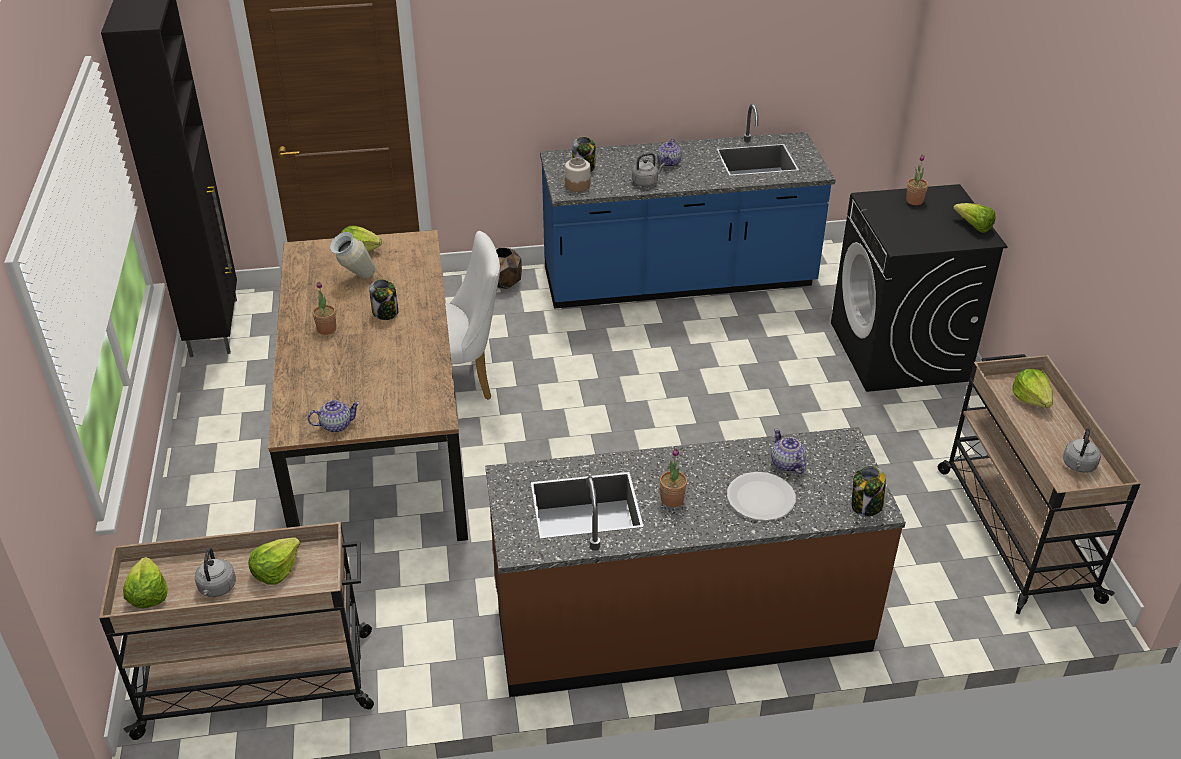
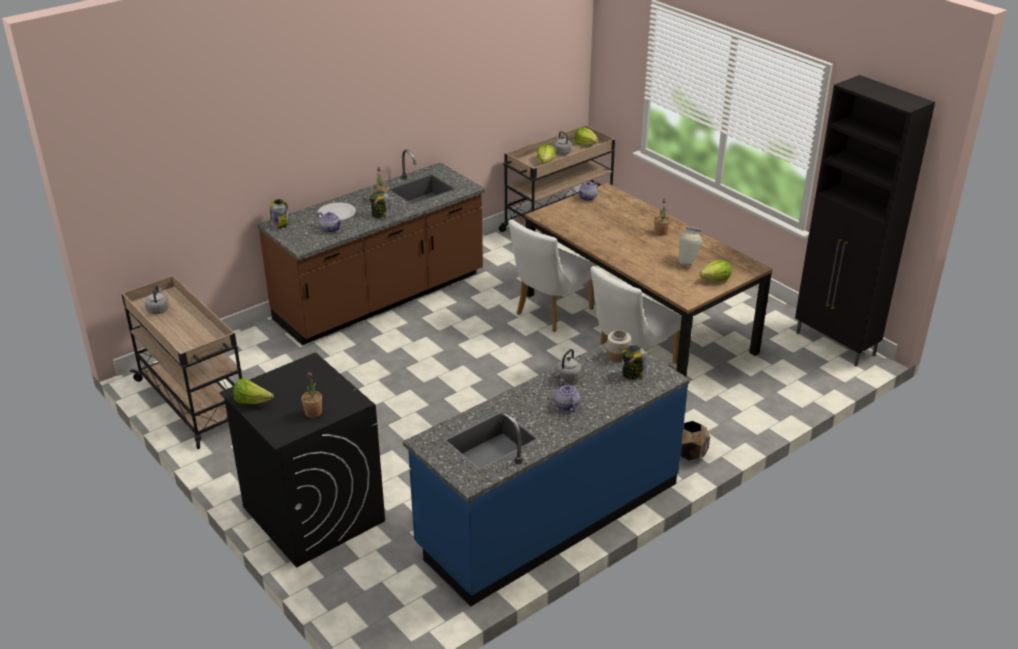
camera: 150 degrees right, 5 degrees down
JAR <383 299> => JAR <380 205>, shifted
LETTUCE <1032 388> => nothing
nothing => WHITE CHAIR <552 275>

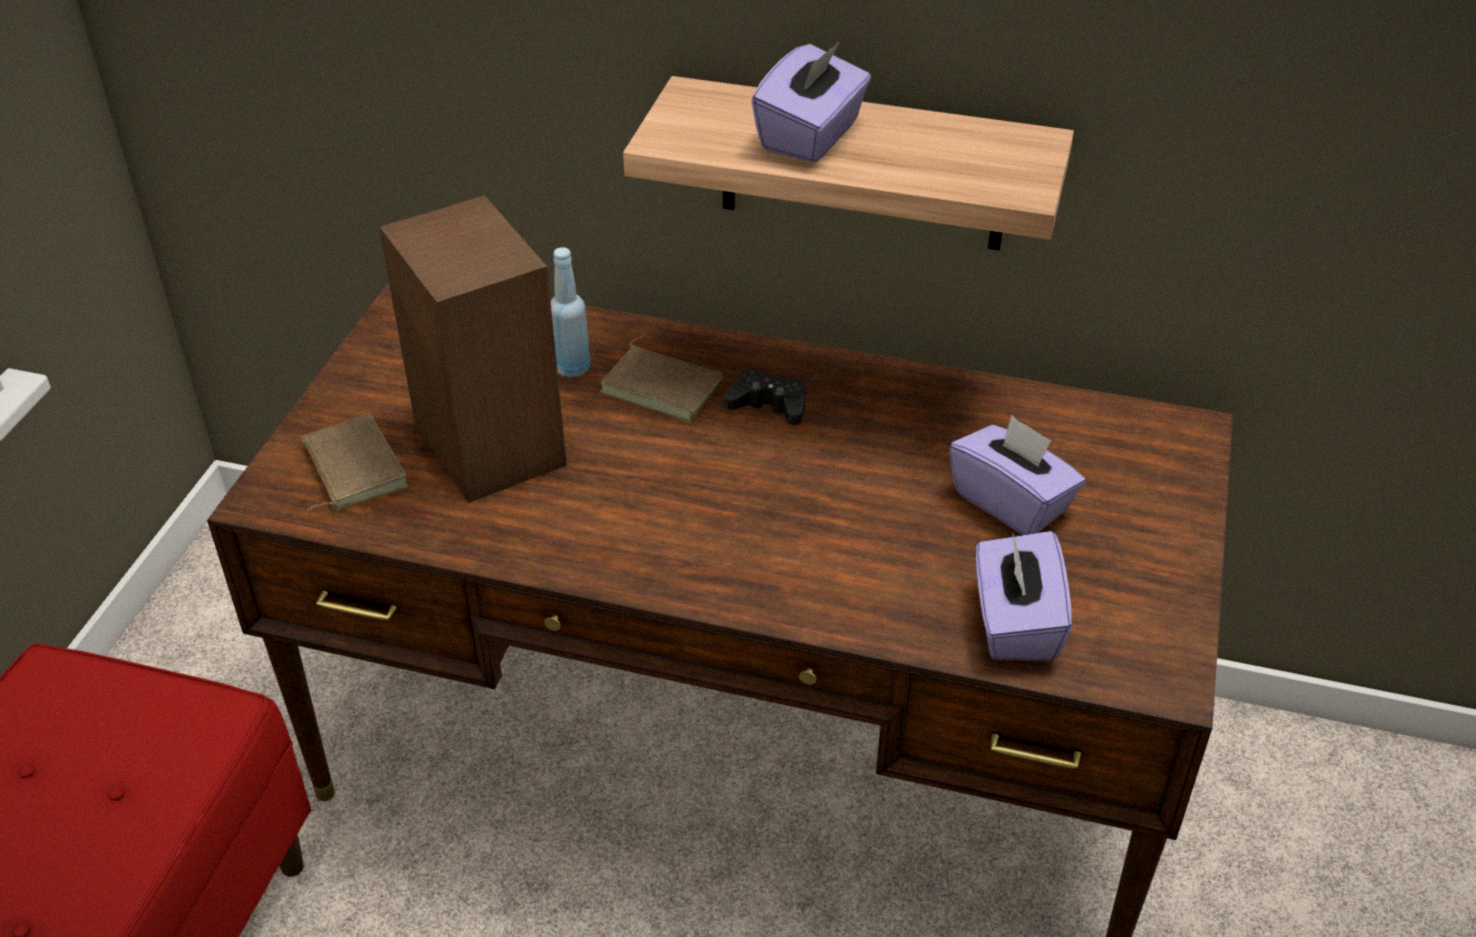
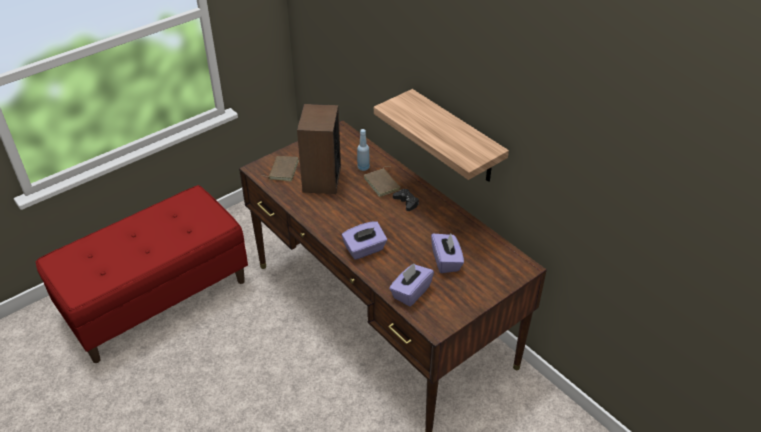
camera: 35 degrees right, 0 degrees up
PURPLE TISSUE BOX <811 102> => PURPLE TISSUE BOX <364 240>, shifted

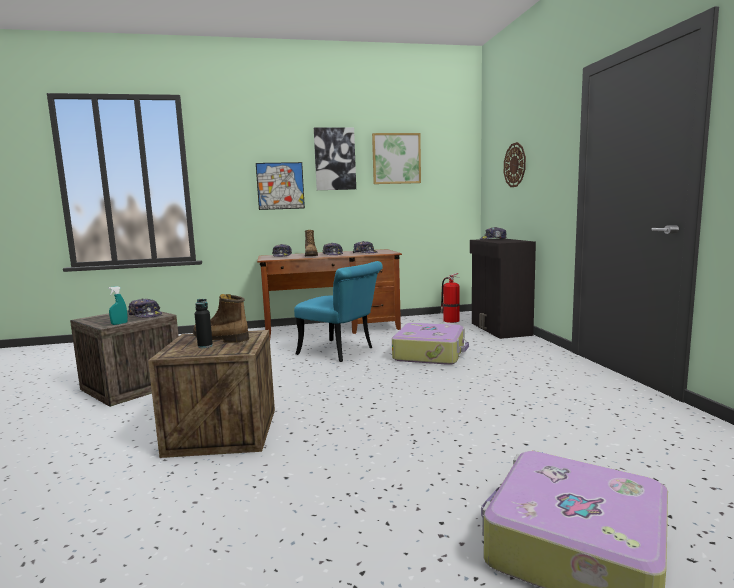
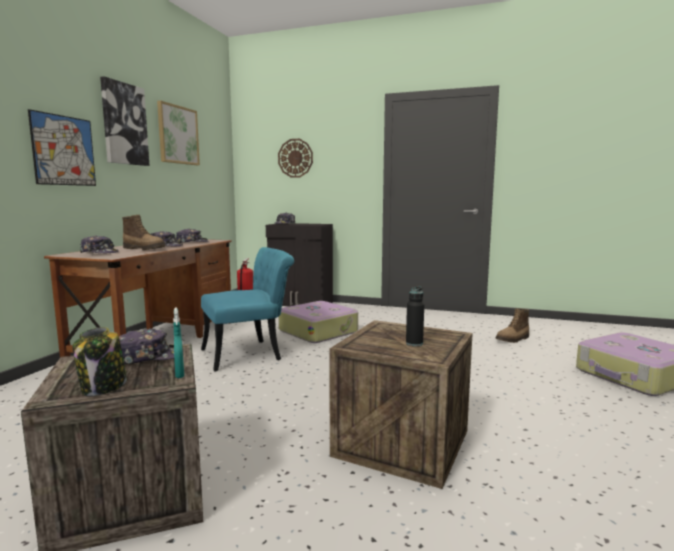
camera: 60 degrees left, 0 degrees up
BOOT <221 318> => BOOT <512 325>, shifted
nothing => JAR <99 361>

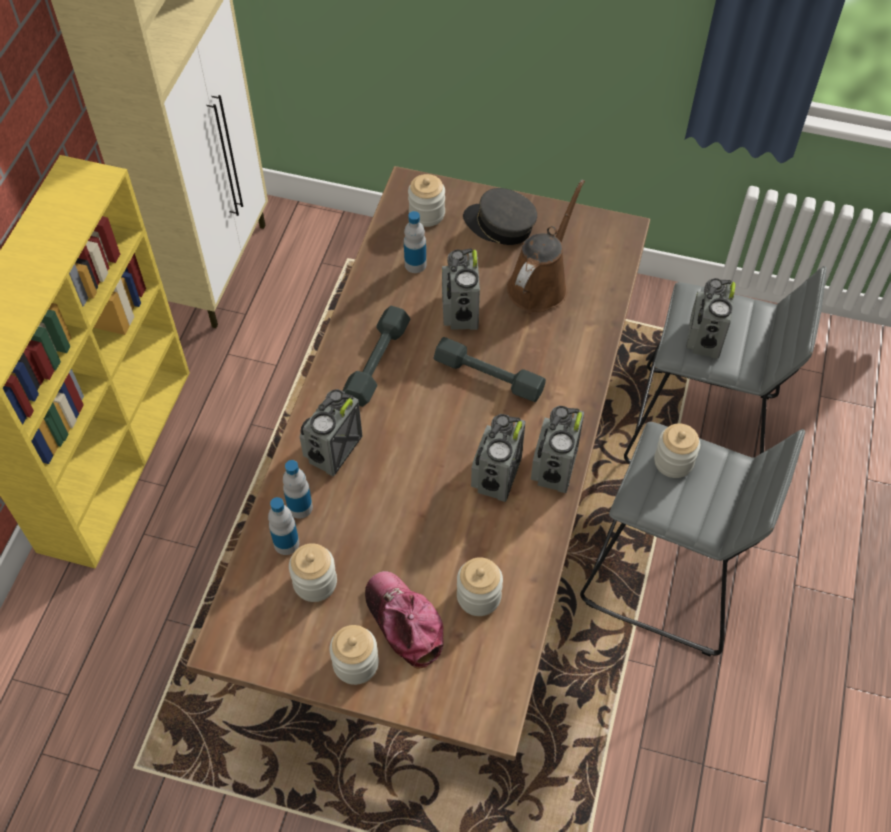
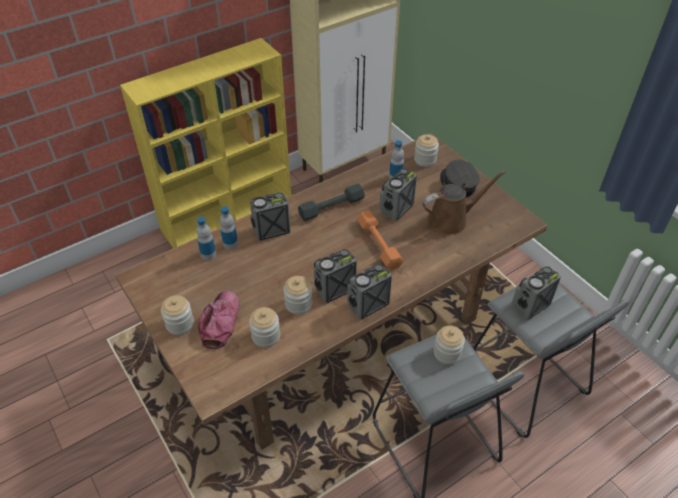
camera: 40 degrees right, 10 degrees down
JAR <313 572> => JAR <297 295>, shifted
GREY DUMBBELL <489 369> => ORANGE DUMBBELL <380 240>

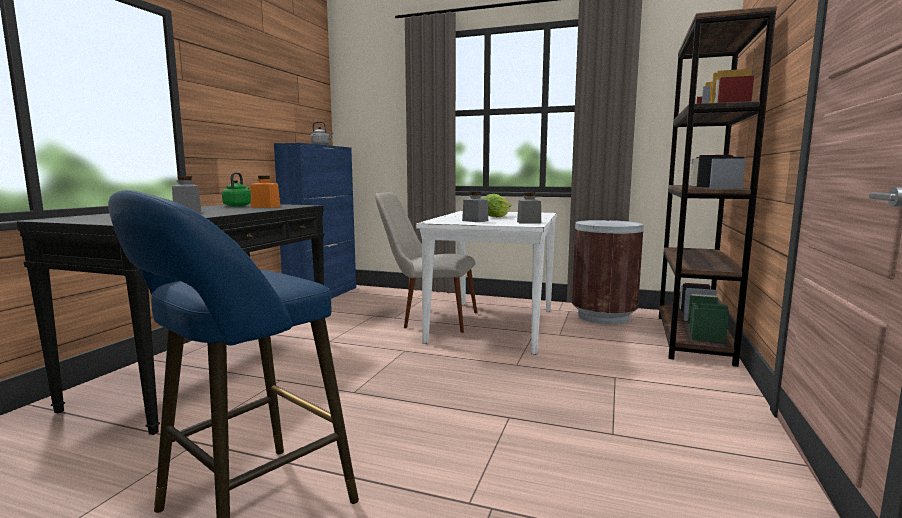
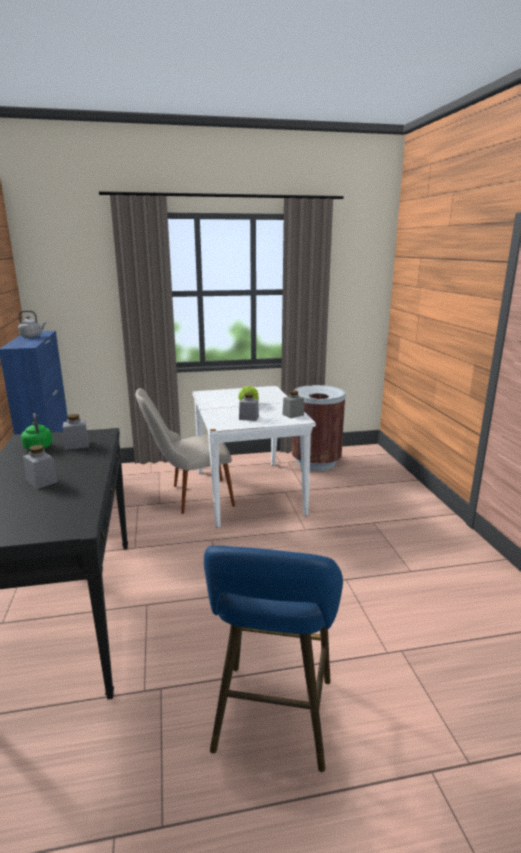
camera: 30 degrees left, 10 degrees up
ORANGE JAR <265 192> => GREY JAR <76 432>
BROWN BOOKCASE <718 186> => nothing

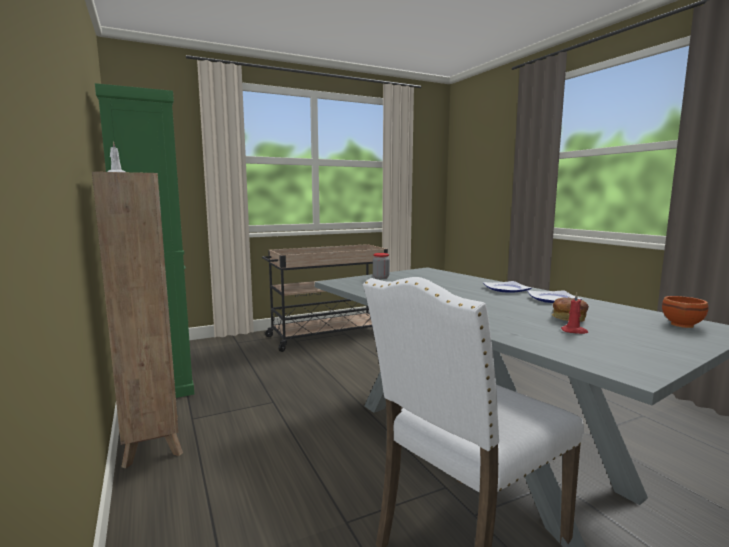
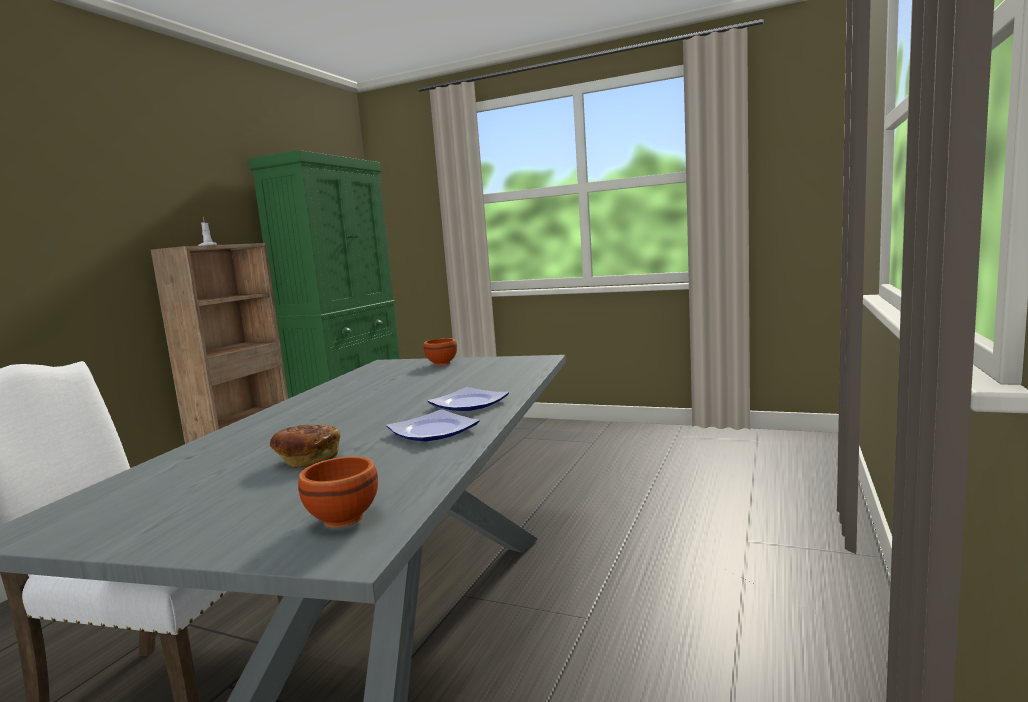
camera: 50 degrees right, 0 degrees up
BEIGE CART <325 298> => nothing
JAR <381 266> => BROWN BOWL <440 352>
RED CANDLE <574 313> => nothing

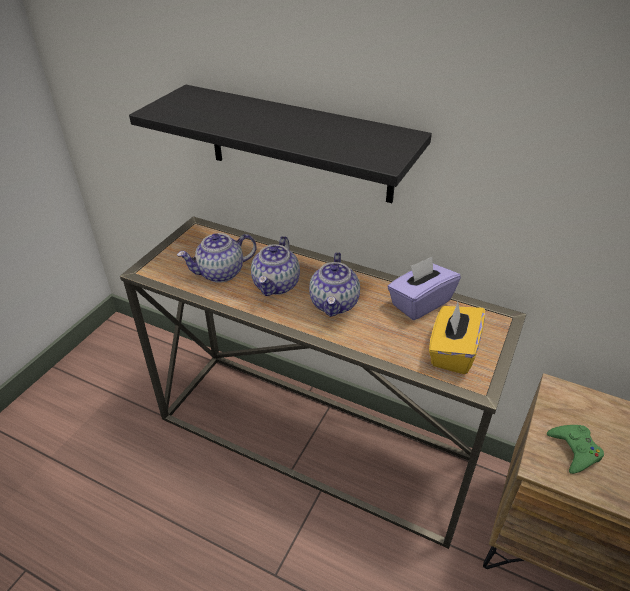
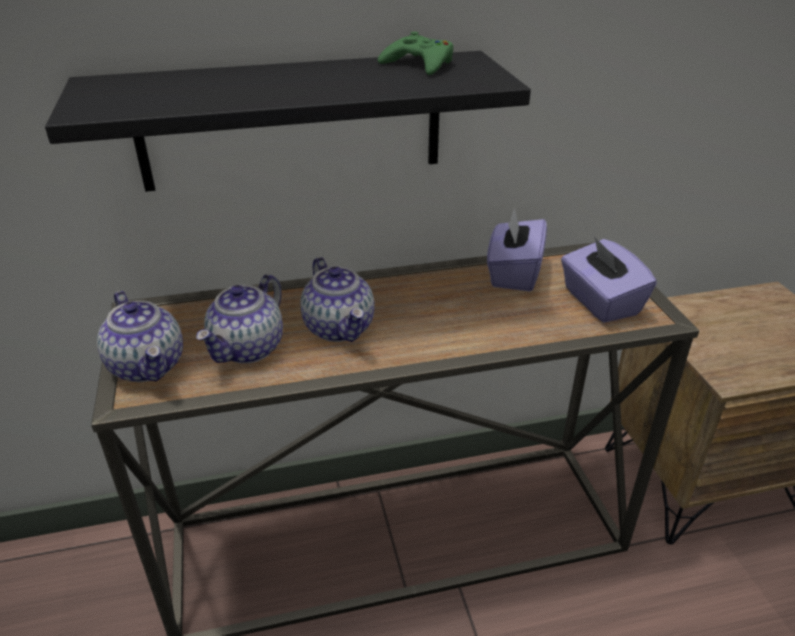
camera: 40 degrees left, 5 degrees down
TEAPOT <334 284> => TEAPOT <140 336>, shifted
YELLOW TISSUE BOX <457 338> => PURPLE TISSUE BOX <609 279>
GREEN GAME CONTROLLER <575 449> => GREEN GAME CONTROLLER <415 53>, shifted

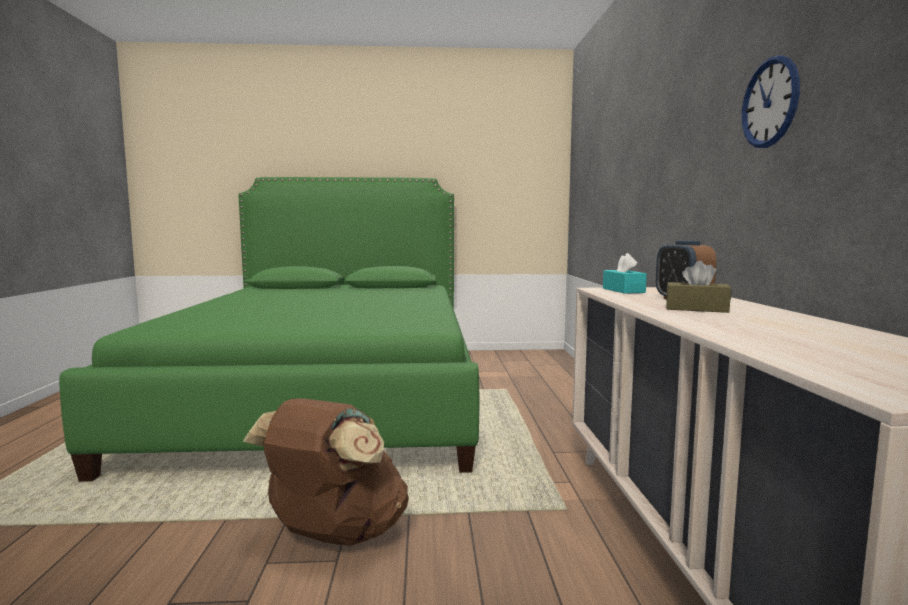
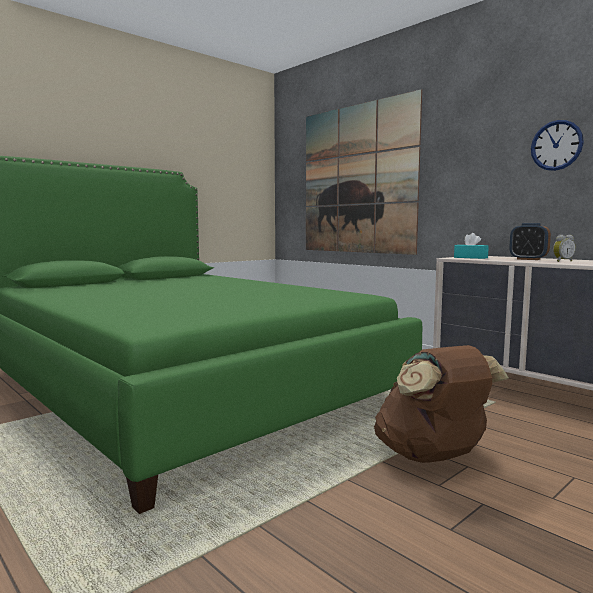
camera: 40 degrees left, 0 degrees up
BROWN TISSUE BOX <698 287> => ALARM CLOCK <564 248>
nothing => PICTURE <364 172>

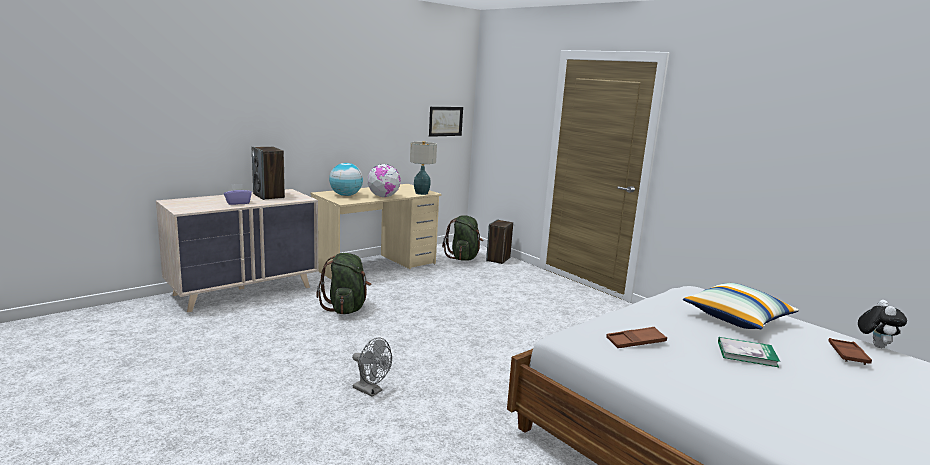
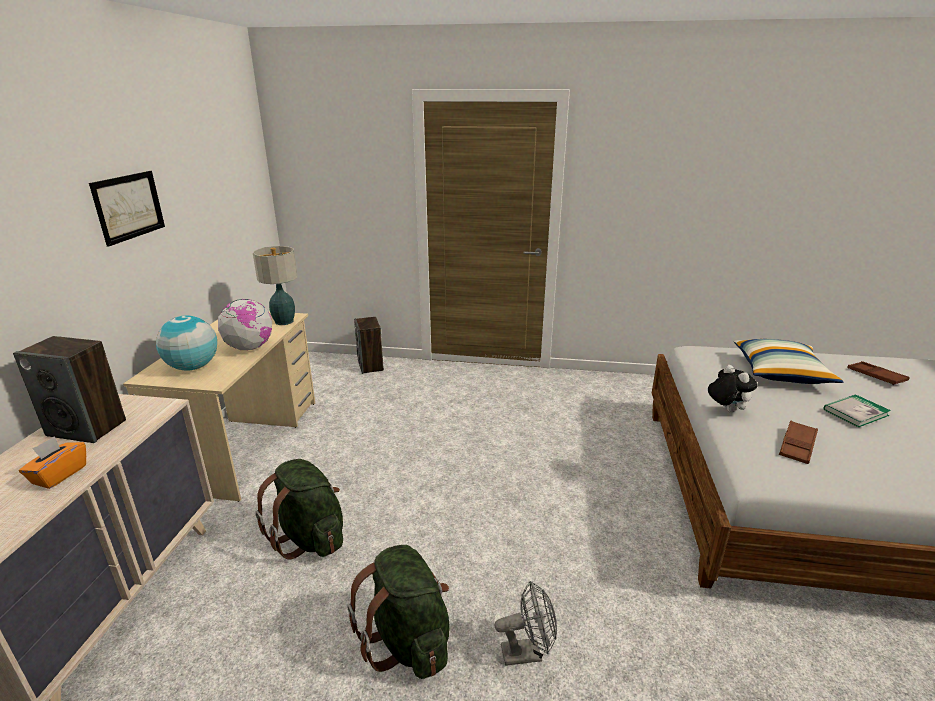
camera: 40 degrees left, 10 degrees up
PURPLE TISSUE BOX <238 194> => ORANGE TISSUE BOX <52 462>
PICTURE <446 122> => PICTURE <127 209>, shifted
GREEN BACKPACK <463 238> => GREEN BACKPACK <398 612>, shifted
PLUSH TOY <882 324> => PLUSH TOY <733 389>, shifted

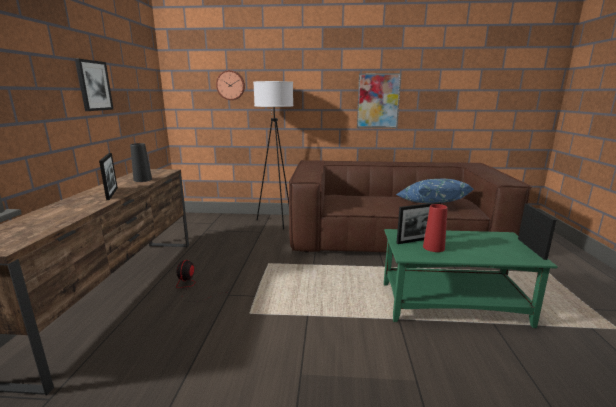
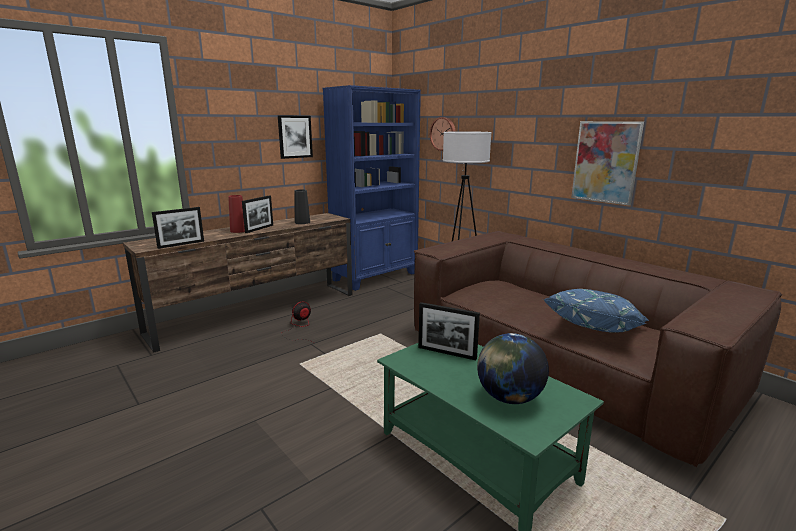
camera: 45 degrees right, 0 degrees up
RED VASE <435 228> => RED VASE <236 214>, shifted
PICTURE FRAME <537 232> => PICTURE FRAME <178 228>, shifted
nothing => BLUE BOOKCASE <372 188>
nothing => GLOBE <513 368>

